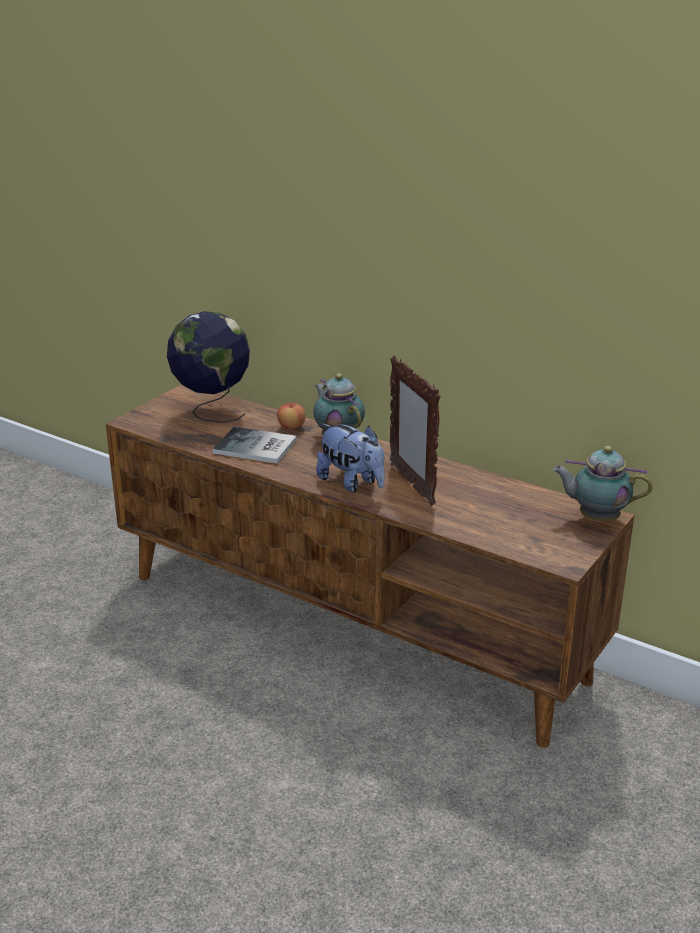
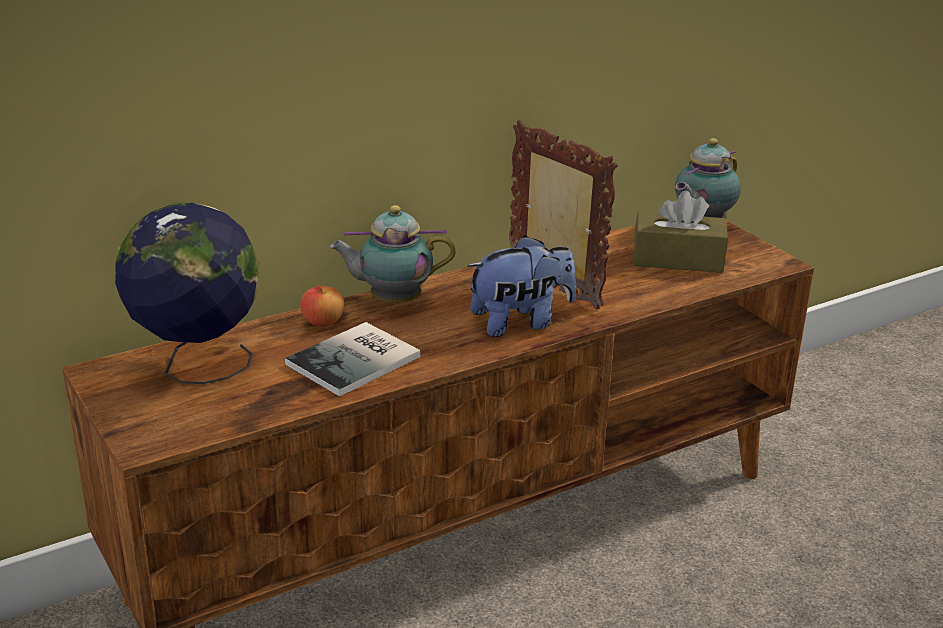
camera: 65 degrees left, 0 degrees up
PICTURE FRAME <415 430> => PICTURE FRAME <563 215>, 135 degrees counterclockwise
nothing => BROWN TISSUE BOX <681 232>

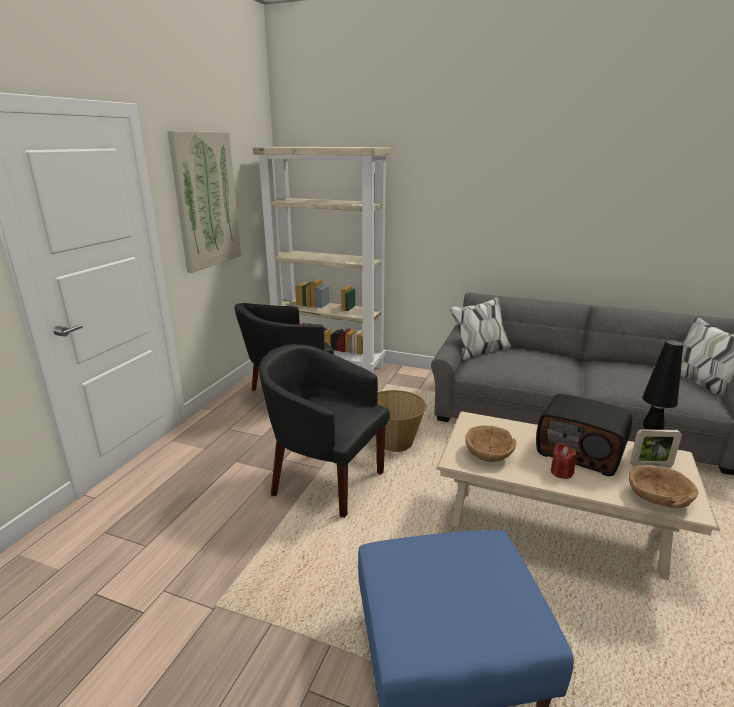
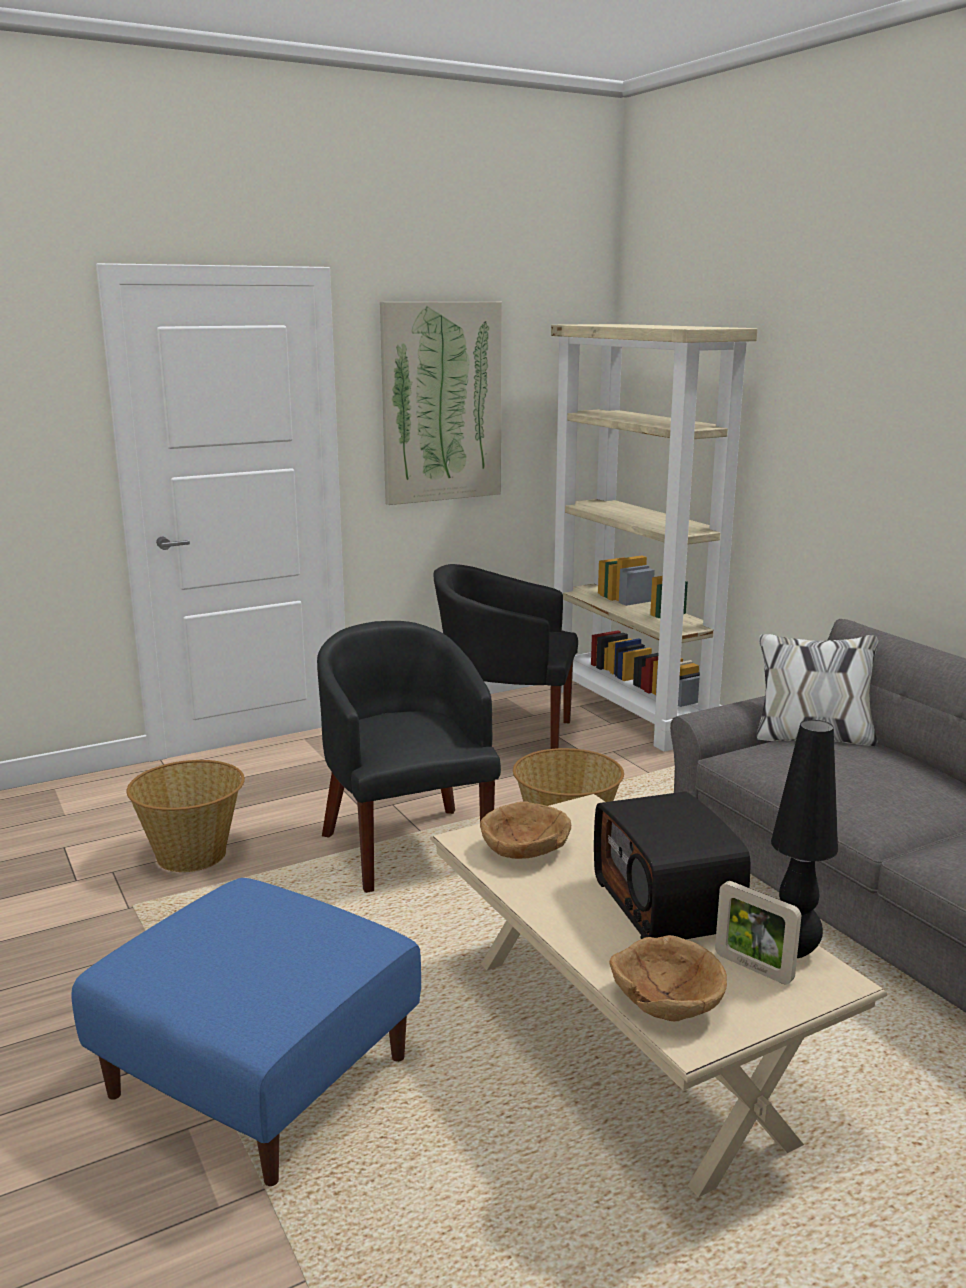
camera: 40 degrees right, 5 degrees down
RED CANDLE <564 461> => nothing
nothing => BASKET <186 816>

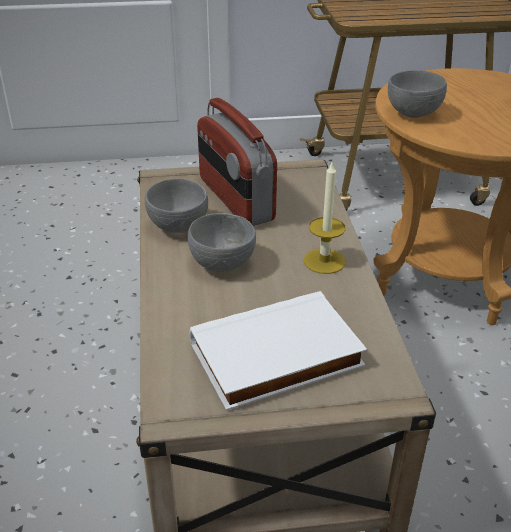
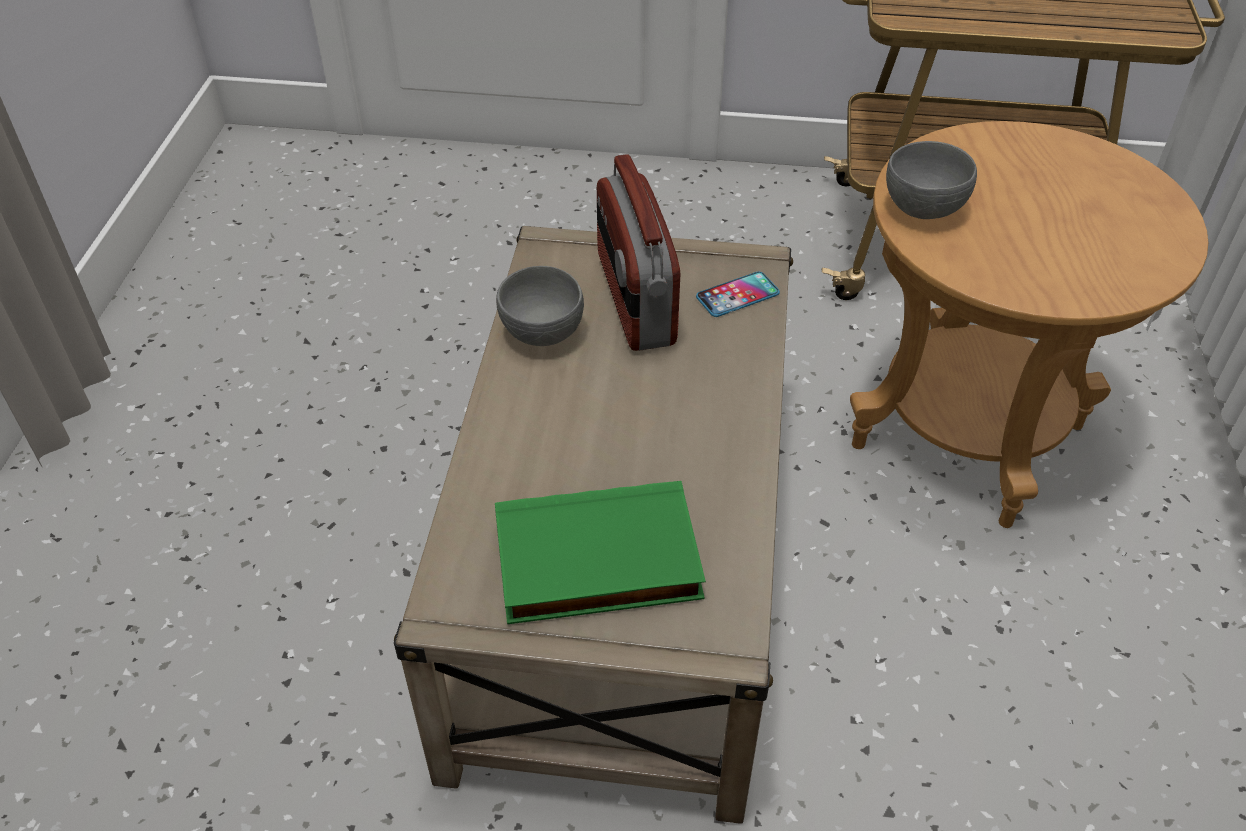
camera: 15 degrees right, 10 degrees up
GREY BOWL <222 242> => nothing
WHITE BOOK <278 351> => GREEN BOOK <600 552>
CANDLE <324 218> => nothing
nothing => PHONE <738 294>

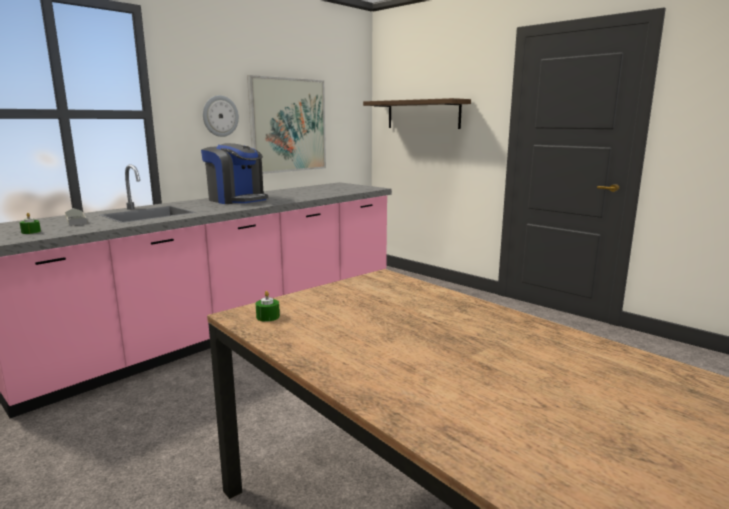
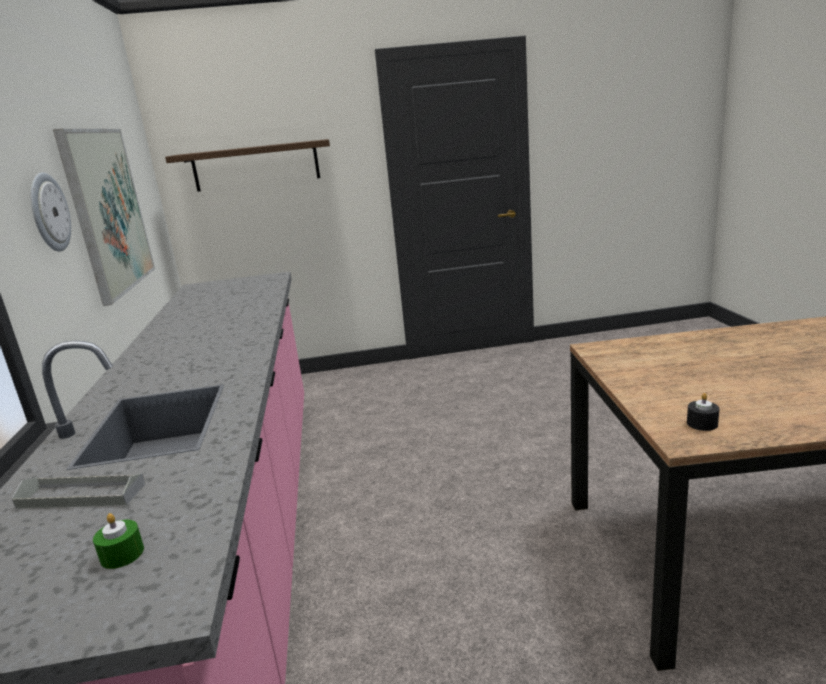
camera: 50 degrees left, 5 degrees up
COFFEE MACHINE <234 173> => nothing
GREEN CANDLE <268 306> => BLACK CANDLE <703 412>

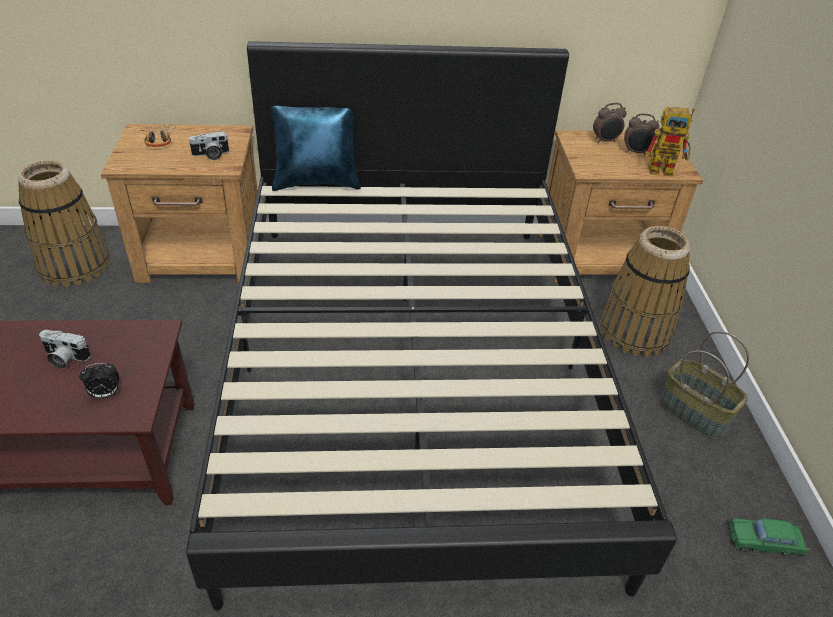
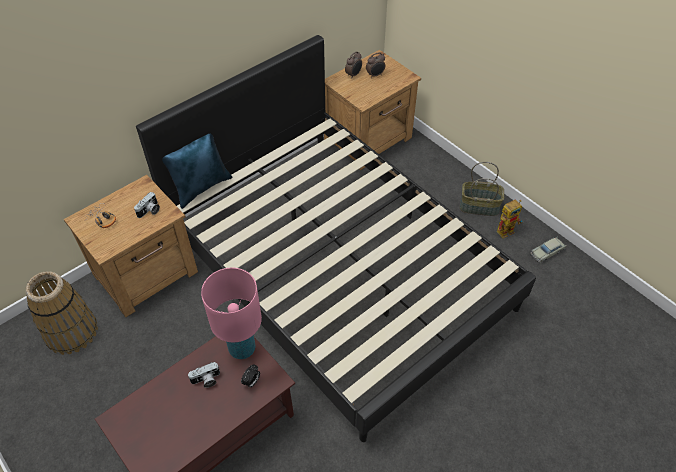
camera: 35 degrees left, 10 degrees up
BASKET <644 291> => nothing
TOY ROBOT <669 141> => TOY ROBOT <510 219>, shifted
GREEN TOY CAR <769 537> => BEIGE TOY CAR <548 250>
nothing => PINK TABLE LAMP <231 313>

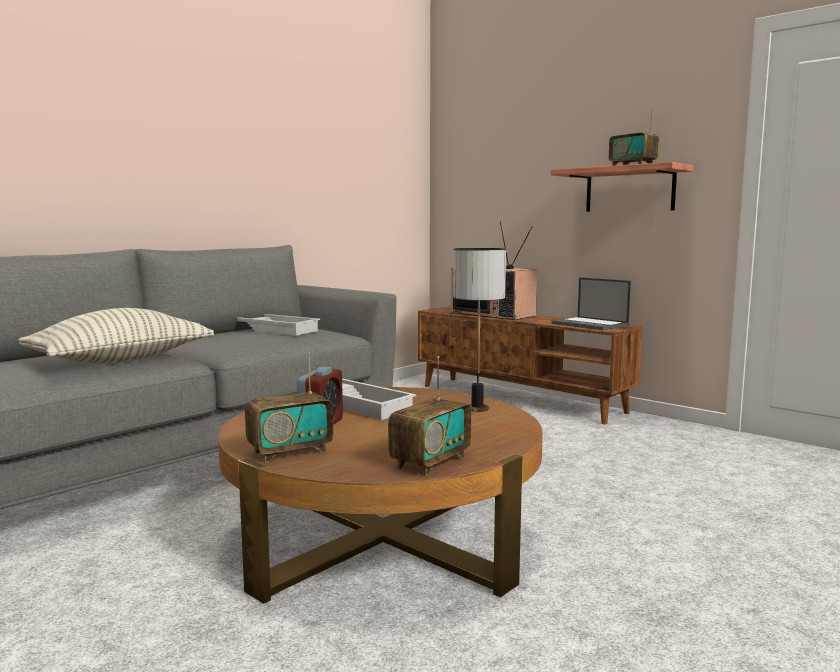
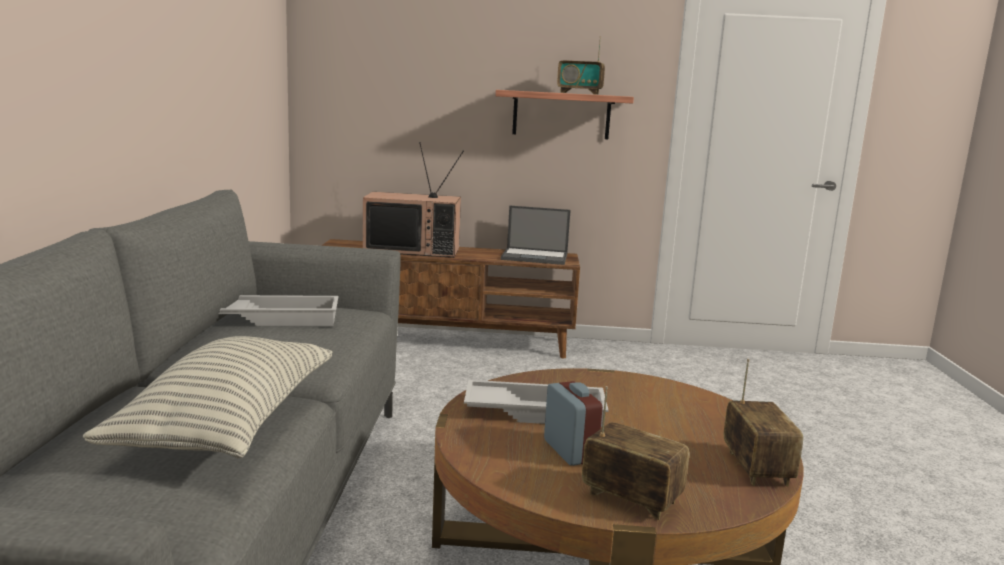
camera: 40 degrees left, 5 degrees up
RADIO <289 407> => RADIO <635 453>, 75 degrees counterclockwise
TABLE LAMP <479 330> => nothing

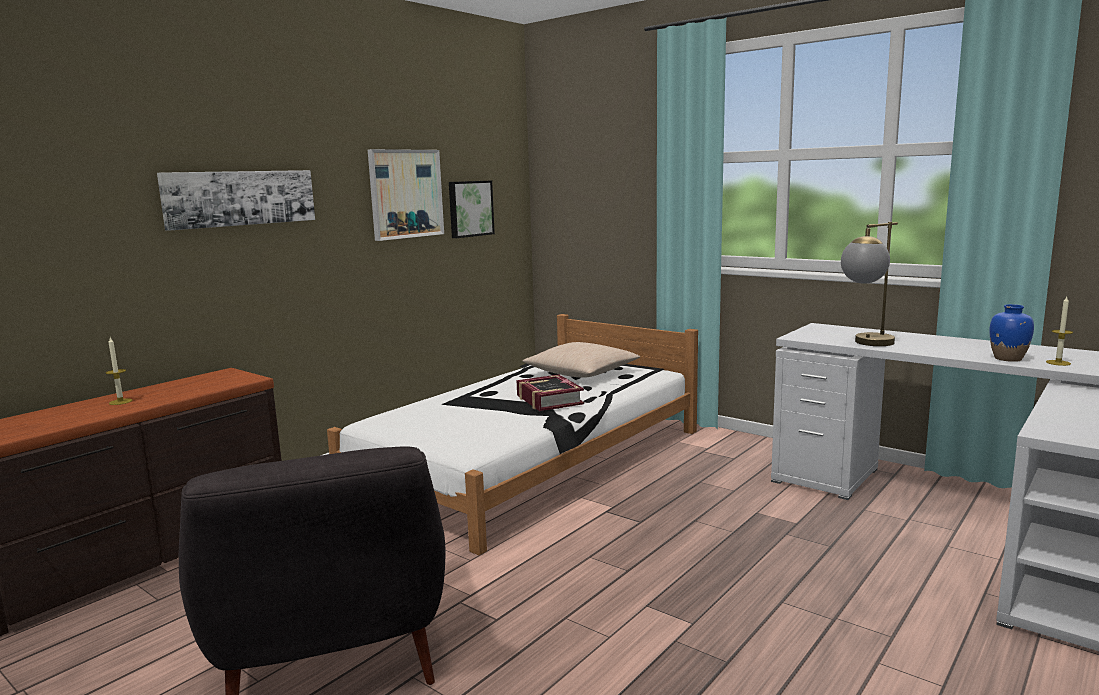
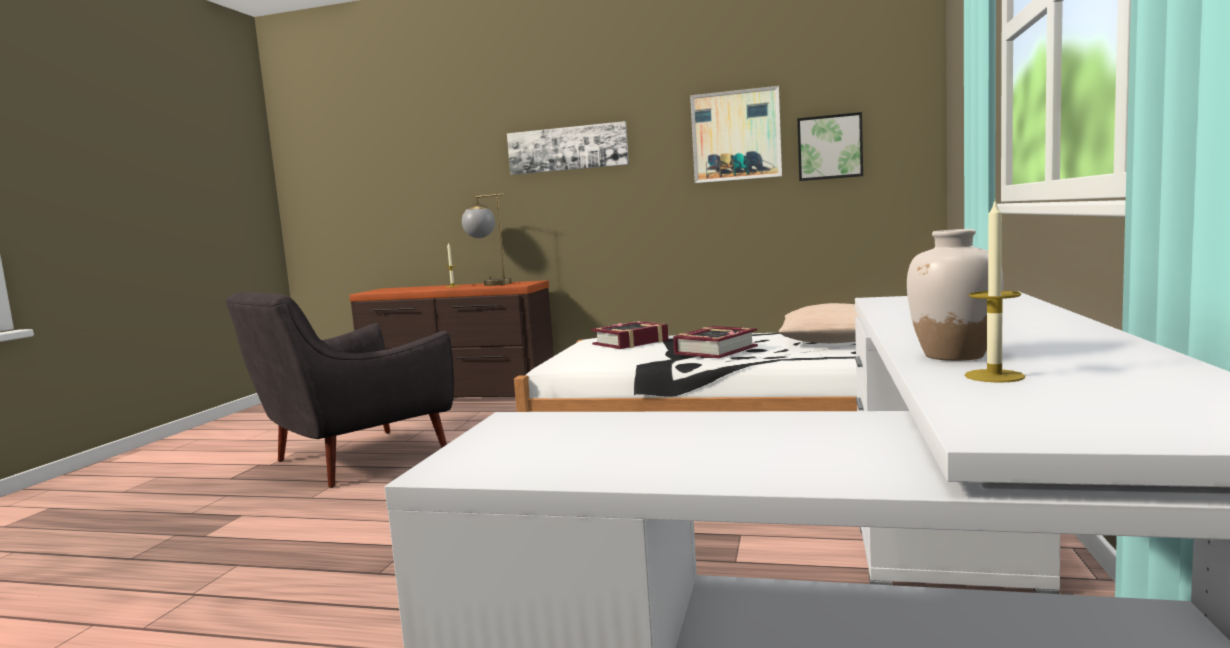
camera: 65 degrees right, 5 degrees down
TABLE LAMP <869 284> => TABLE LAMP <487 239>, shifted
BLUE VASE <1011 333> => WHITE VASE <955 295>
nothing => BOOK <630 335>

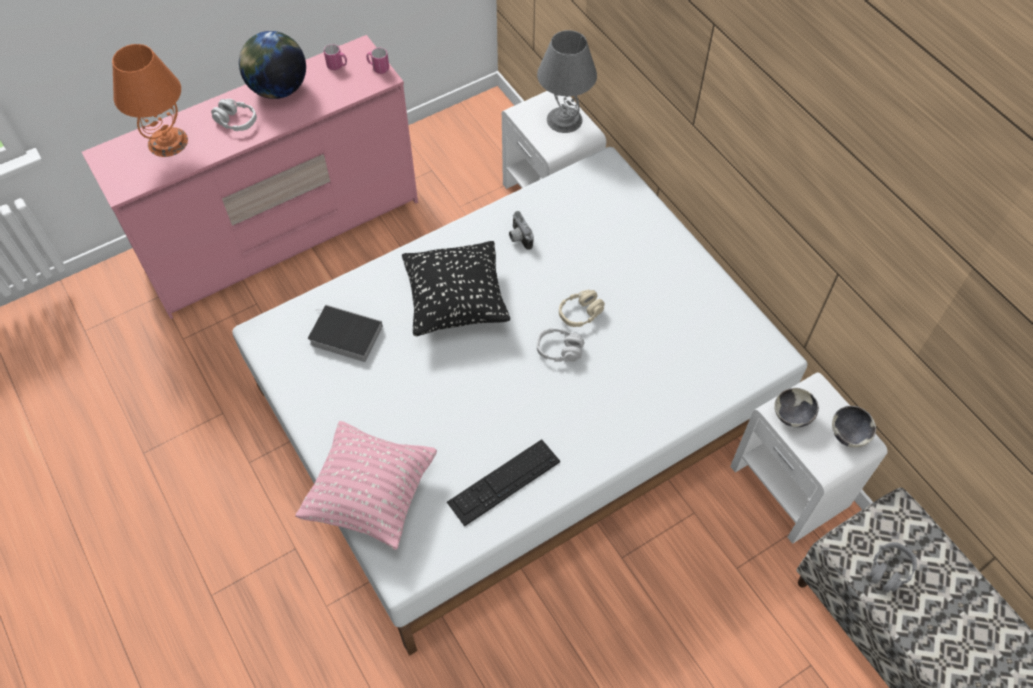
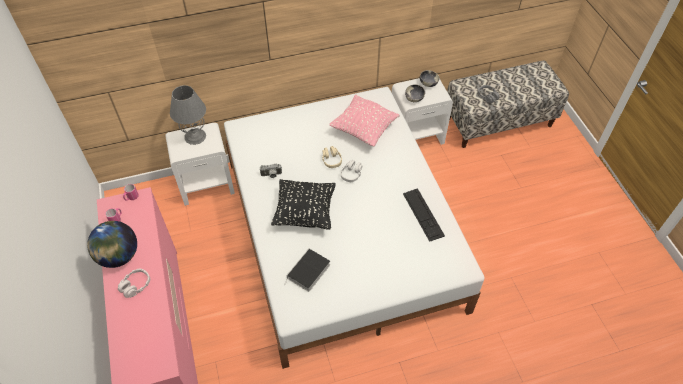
camera: 75 degrees left, 5 degrees down
ORANGE TABLE LAMP <150 100> => nothing
PINK PILLOW <366 485> => PINK PILLOW <364 121>, shifted

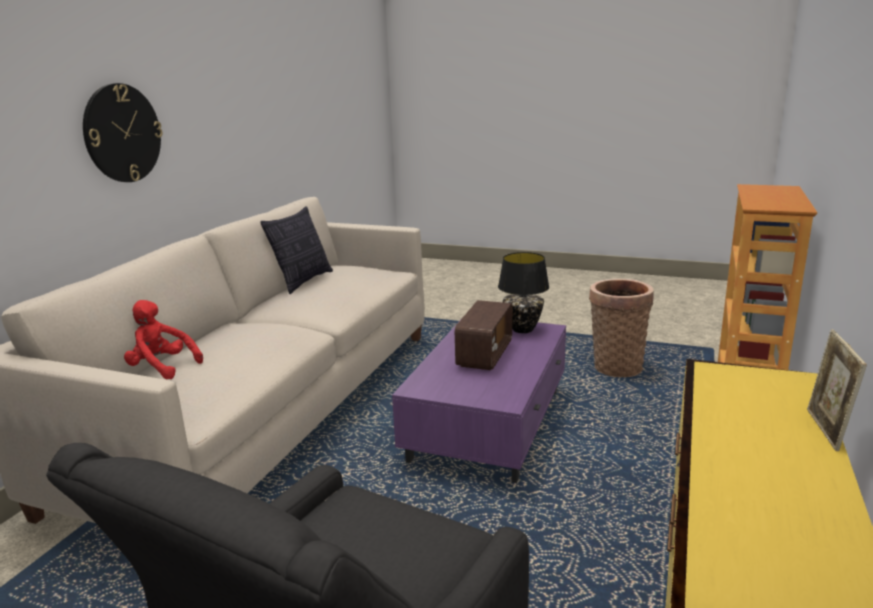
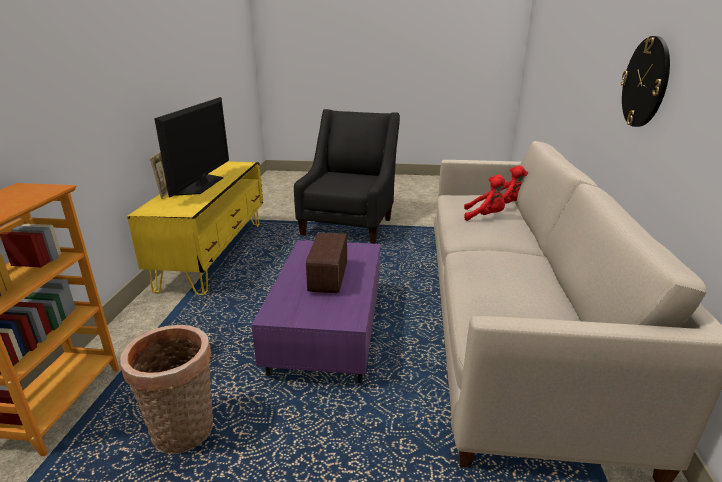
camera: 165 degrees right, 5 degrees up
PILLOW <296 250> => nothing
BLACK TABLE LAMP <523 292> => nothing
nothing => TELEVISION <191 147>
nothing => RED PLUSH TOY <486 198>

